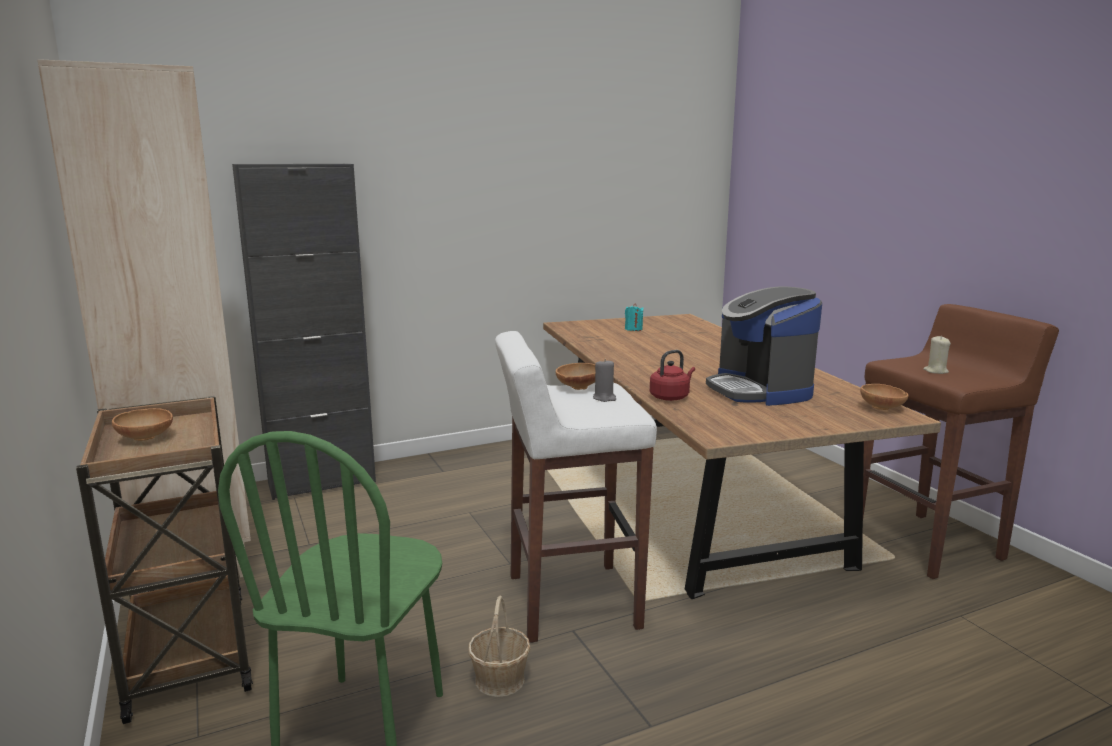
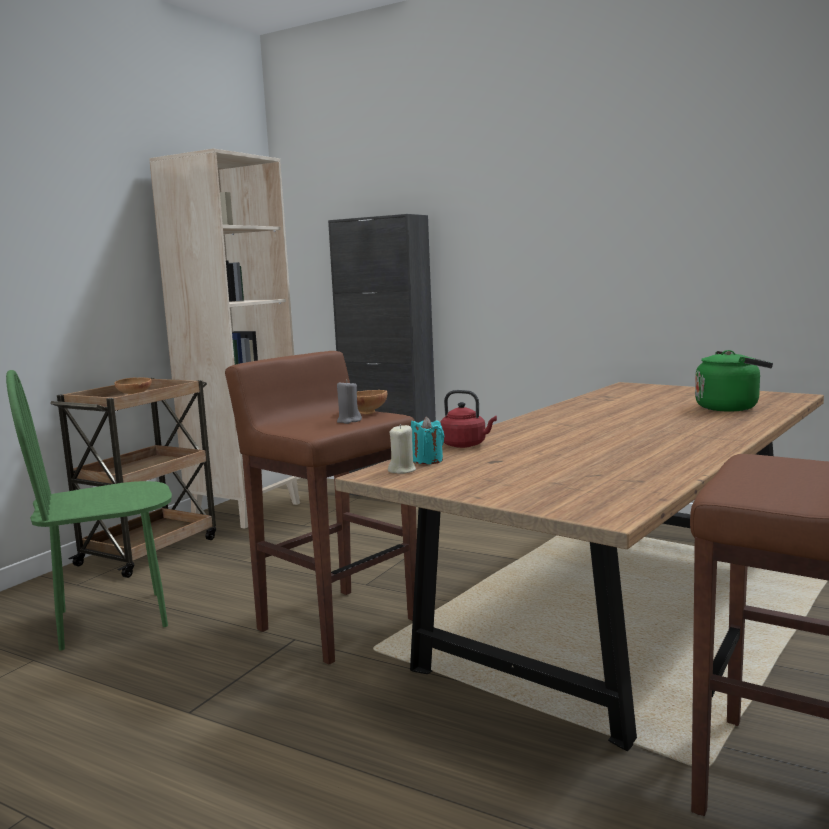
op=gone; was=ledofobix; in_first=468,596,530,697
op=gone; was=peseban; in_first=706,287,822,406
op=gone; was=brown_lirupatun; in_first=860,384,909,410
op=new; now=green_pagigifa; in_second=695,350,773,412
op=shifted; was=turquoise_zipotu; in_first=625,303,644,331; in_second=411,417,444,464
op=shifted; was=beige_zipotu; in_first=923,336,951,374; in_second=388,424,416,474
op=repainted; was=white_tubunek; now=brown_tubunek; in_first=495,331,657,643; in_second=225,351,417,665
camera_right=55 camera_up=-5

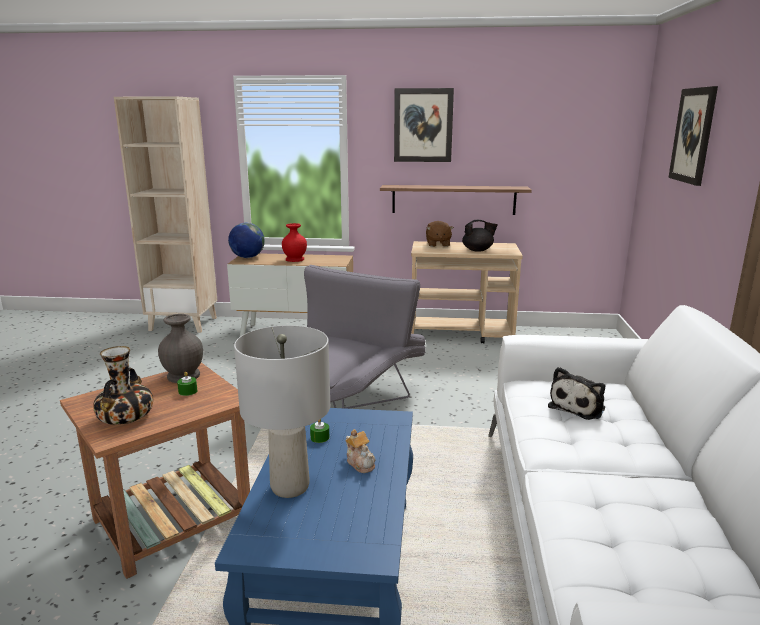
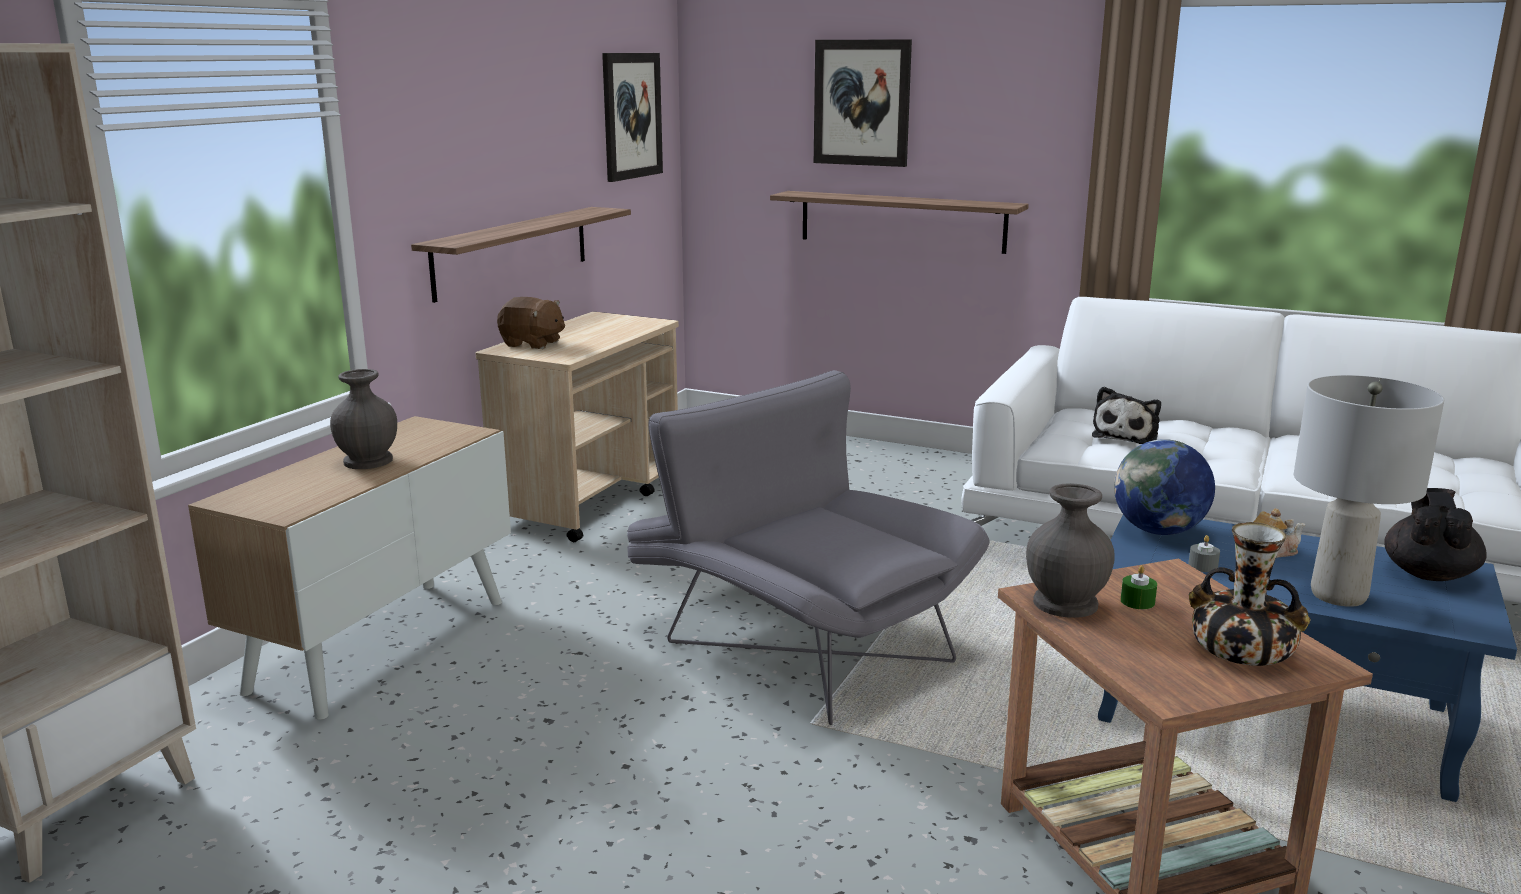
op=new; now=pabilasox; in_second=770,191,1029,254
op=shifted; was=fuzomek; in_first=228,223,265,258; in_second=1114,439,1215,535
op=shifted; was=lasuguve; in_first=394,88,454,162; in_second=602,53,663,182
op=shifted; was=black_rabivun; in_first=462,220,498,252; in_second=1384,488,1487,581
op=repainted; was=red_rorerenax; now=grey_rorerenax; in_first=282,223,307,262; in_second=330,369,397,469
op=repainted; was=green_zipotu; now=grey_zipotu; in_first=310,419,329,443; in_second=1188,535,1220,572
op=rotated; was=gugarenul; in_first=548,367,605,420; in_second=1092,387,1161,444; clockwise=60
camera_right=-70 camera_up=0

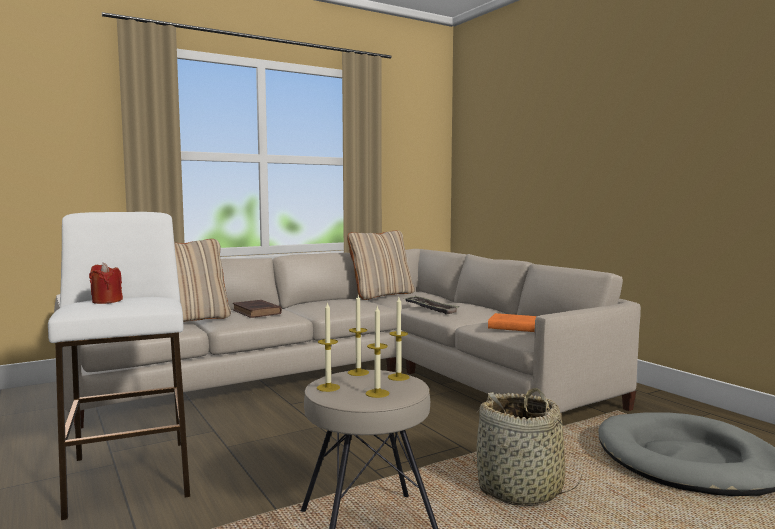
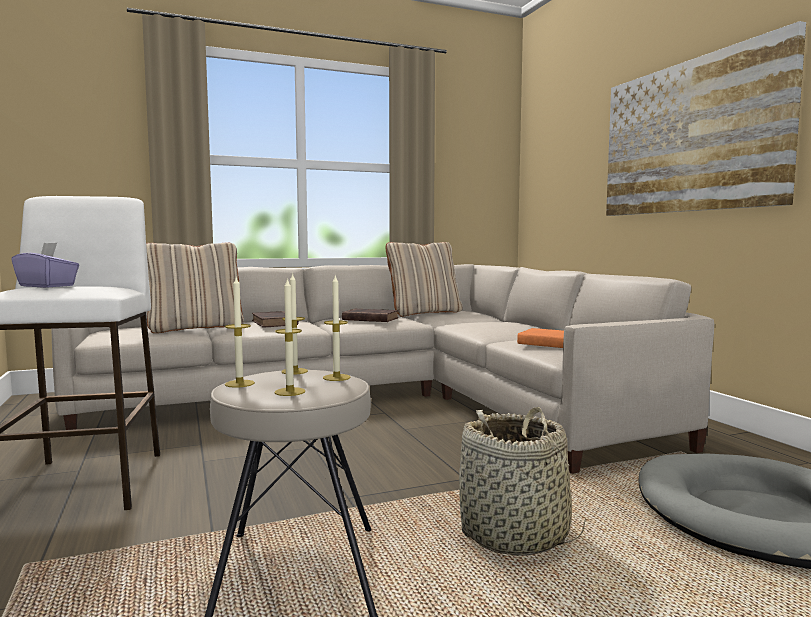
op=gone; was=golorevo; in_first=403,296,460,314
op=new; now=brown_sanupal; in_second=342,309,399,322
op=new; now=lasuguve; in_second=606,21,806,216
op=swapped; was=red_zipotu; now=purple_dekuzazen; in_first=89,263,123,304; in_second=11,243,80,288
camera_right=10 camera_up=0

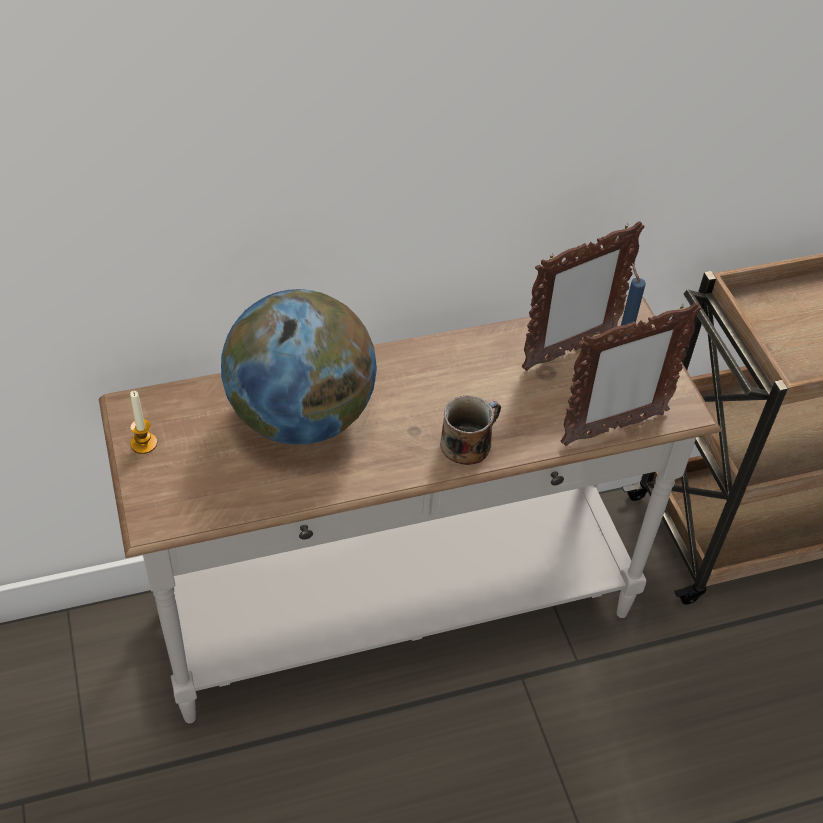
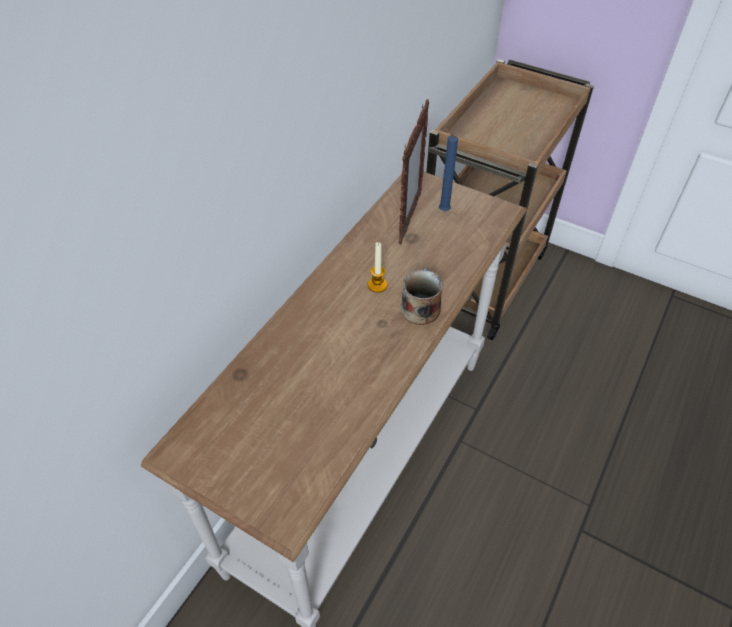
op=gone; was=fuzomek; in_first=221,289,377,445
op=gone; was=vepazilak; in_first=561,302,702,446
op=shifted; was=zipotu; in_first=130,391,157,454; in_second=368,242,387,293
camera_right=-40 camera_up=0

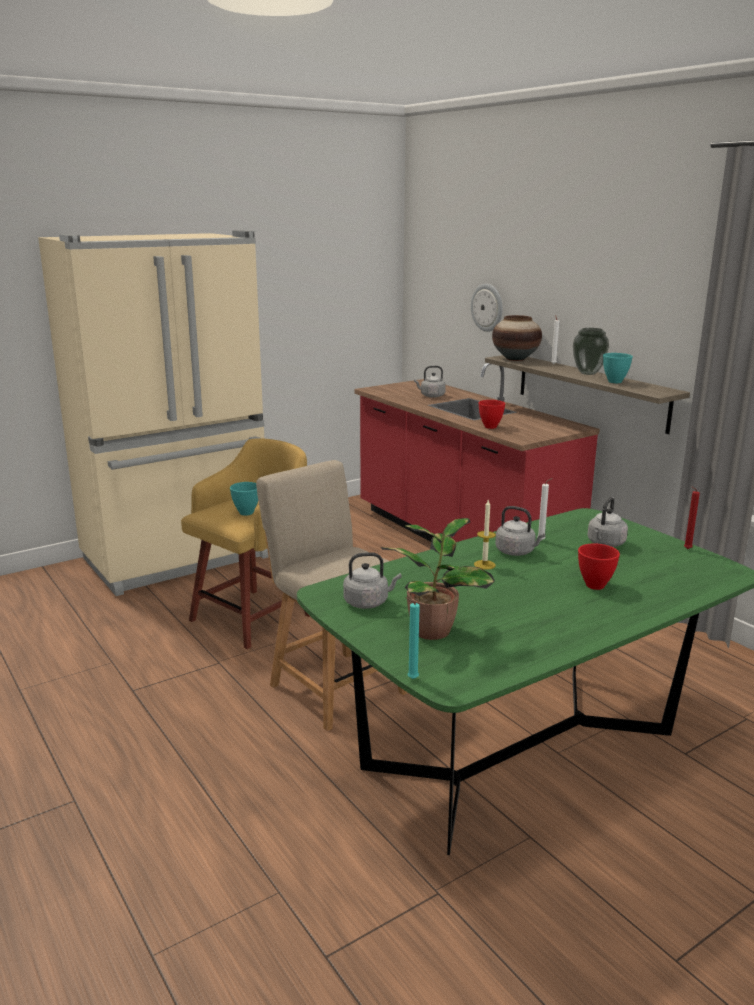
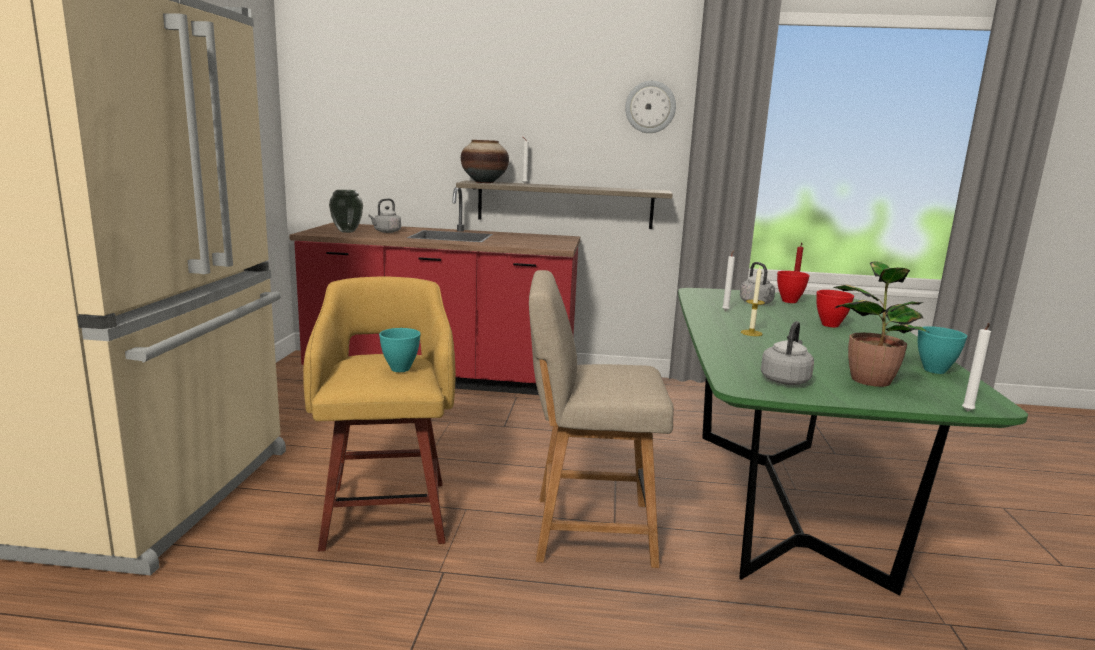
op=gone; was=grey_pagigifa; in_first=495,506,545,556
op=shifted; was=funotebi; in_first=471,284,503,332; in_second=625,81,676,133
op=shifted; was=red_lirupatun; in_first=479,400,505,429; in_second=777,271,810,303
op=shifted; was=rorerenax; in_first=573,328,609,375; in_second=329,190,363,233
op=shifted; was=turquoise_lirupatun; in_first=603,353,633,383; in_second=918,326,967,374
op=repainted; was=turquoise_zipotu; now=white_zipotu; in_first=405,597,420,679; in_second=962,323,991,411
camera_right=-50 camera_up=-5

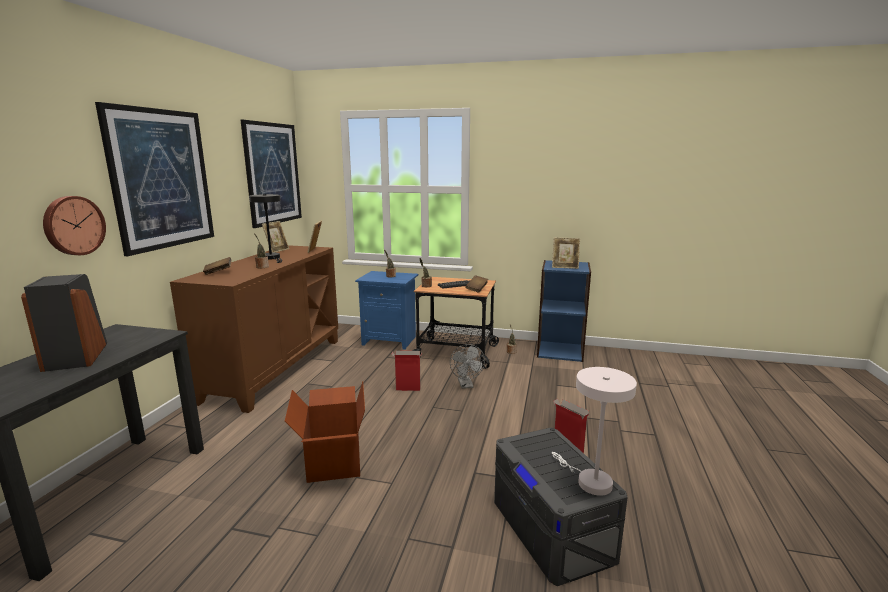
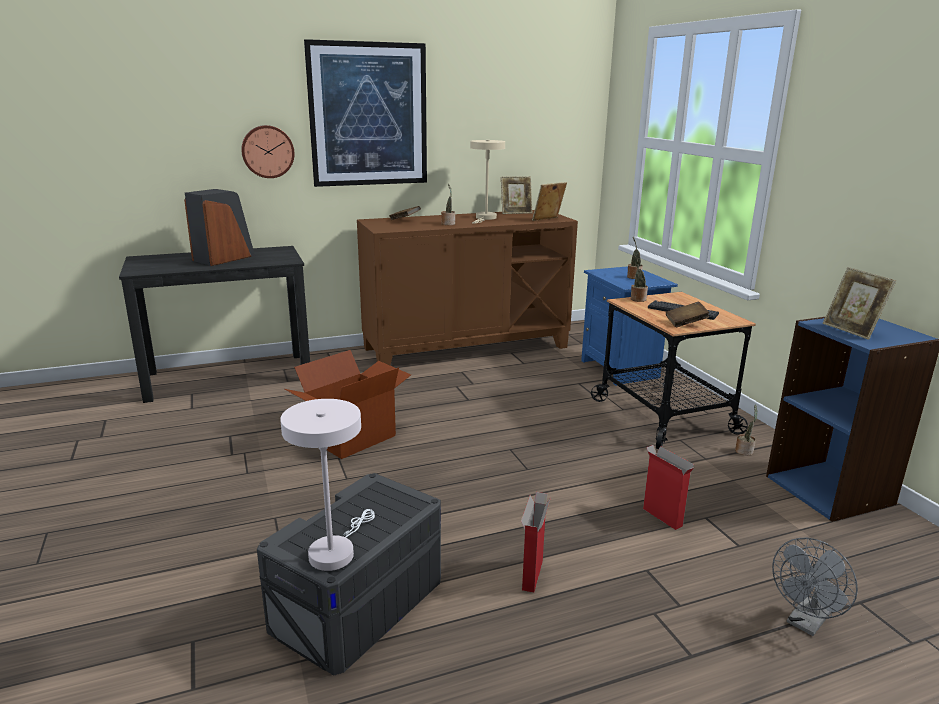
op=gone; was=lasuguve; in_first=240,120,302,228
op=shifted; was=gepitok; in_first=392,351,422,391; in_second=643,445,695,530
op=shifted; was=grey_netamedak; in_first=450,344,485,389; in_second=772,537,858,636
op=repainted; was=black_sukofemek; now=beige_sukofemek; in_first=249,194,282,263; in_second=470,140,505,224
camera_right=55 camera_up=5

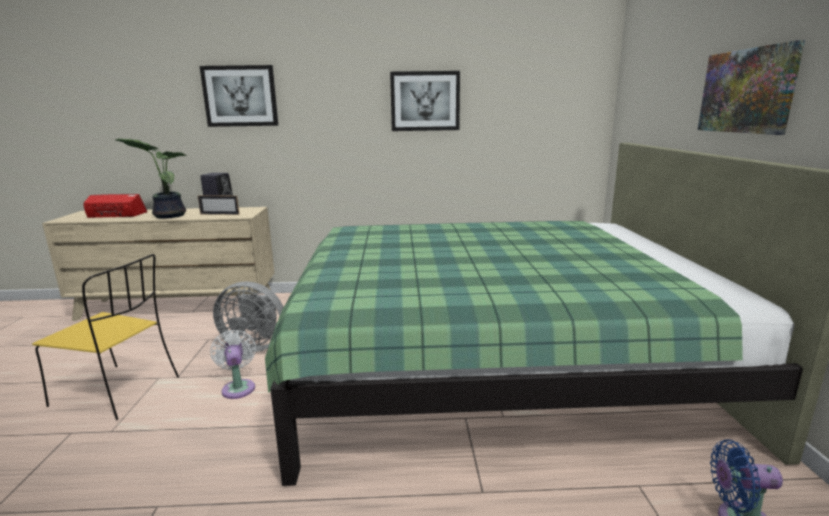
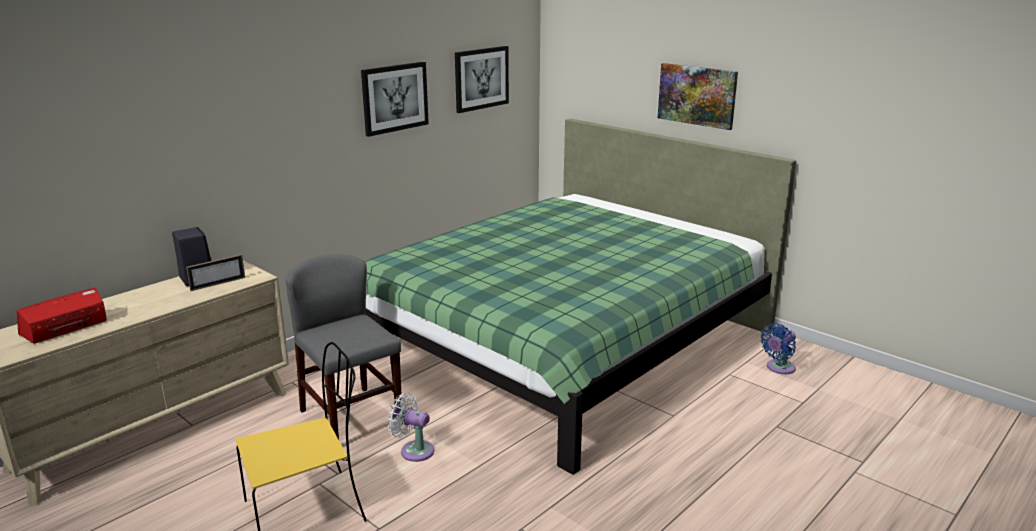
op=gone; was=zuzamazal; in_first=115,139,186,219
op=shifted; was=lasuguve; in_first=200,65,278,127; in_second=455,46,509,113
op=swapped; was=grey_netamedak; now=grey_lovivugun; in_first=213,282,284,352; in_second=286,255,403,440
camera_right=-45 camera_up=5

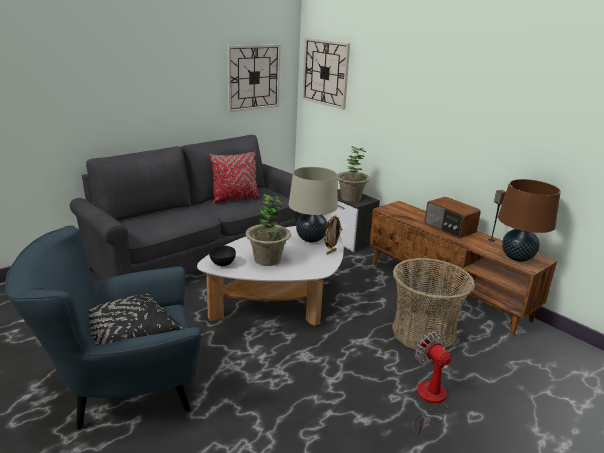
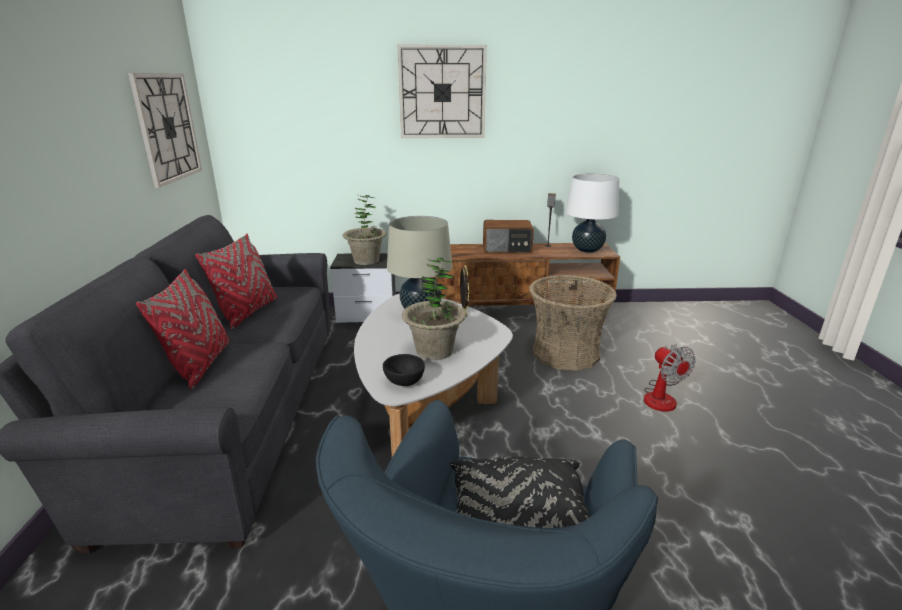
op=new; now=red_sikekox; in_second=136,269,229,390
op=shifted; was=funotebi; in_first=302,38,350,110; in_second=397,45,487,138
op=repainted; was=brown_sukofemek; now=white_sukofemek; in_first=498,179,561,262; in_second=565,174,619,253
op=rotated; was=netamedak; in_first=412,331,452,435; in_second=644,344,696,412; clockwise=-120
camera_right=-50 camera_up=0

